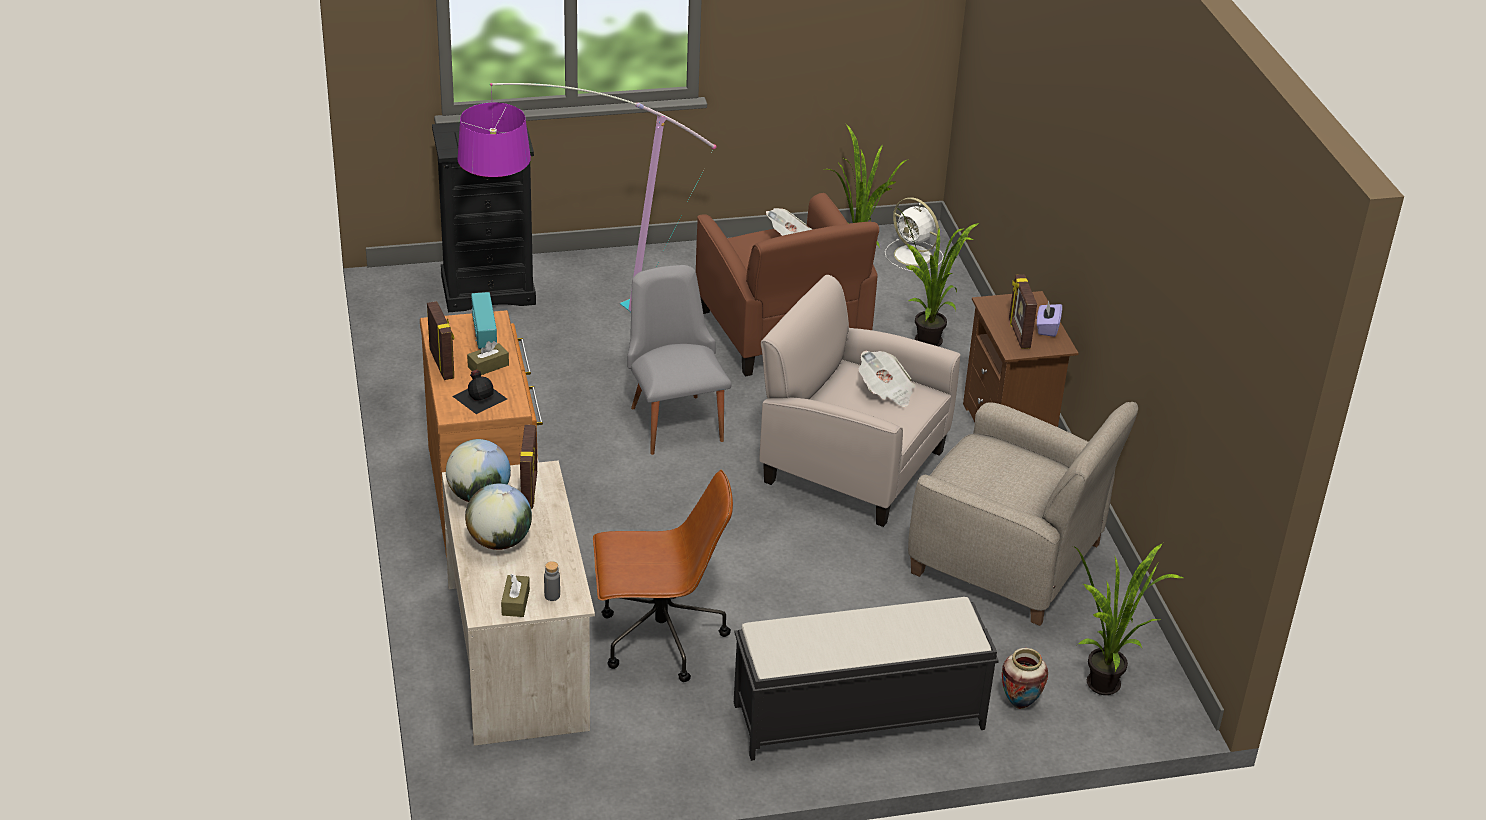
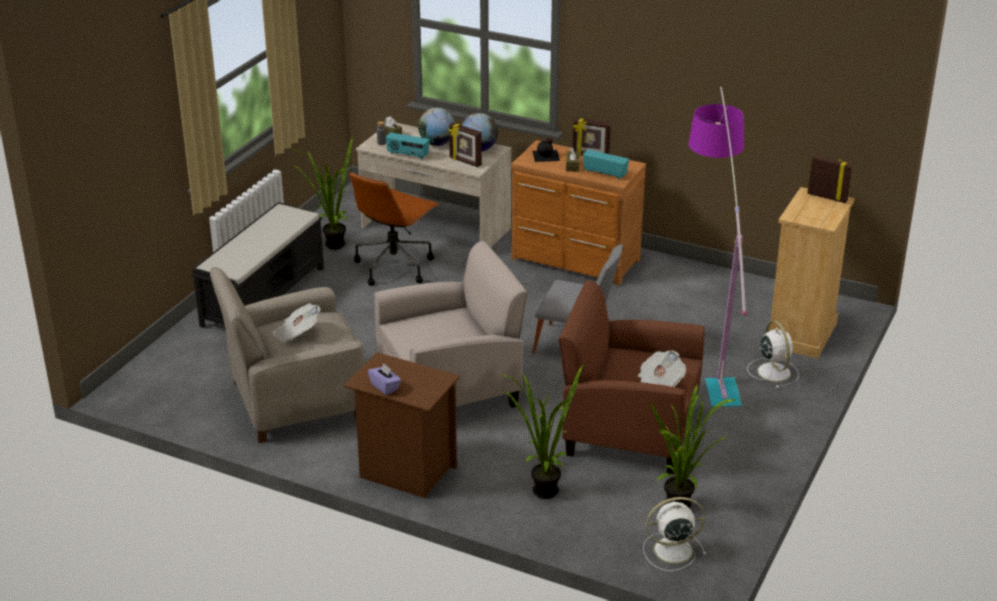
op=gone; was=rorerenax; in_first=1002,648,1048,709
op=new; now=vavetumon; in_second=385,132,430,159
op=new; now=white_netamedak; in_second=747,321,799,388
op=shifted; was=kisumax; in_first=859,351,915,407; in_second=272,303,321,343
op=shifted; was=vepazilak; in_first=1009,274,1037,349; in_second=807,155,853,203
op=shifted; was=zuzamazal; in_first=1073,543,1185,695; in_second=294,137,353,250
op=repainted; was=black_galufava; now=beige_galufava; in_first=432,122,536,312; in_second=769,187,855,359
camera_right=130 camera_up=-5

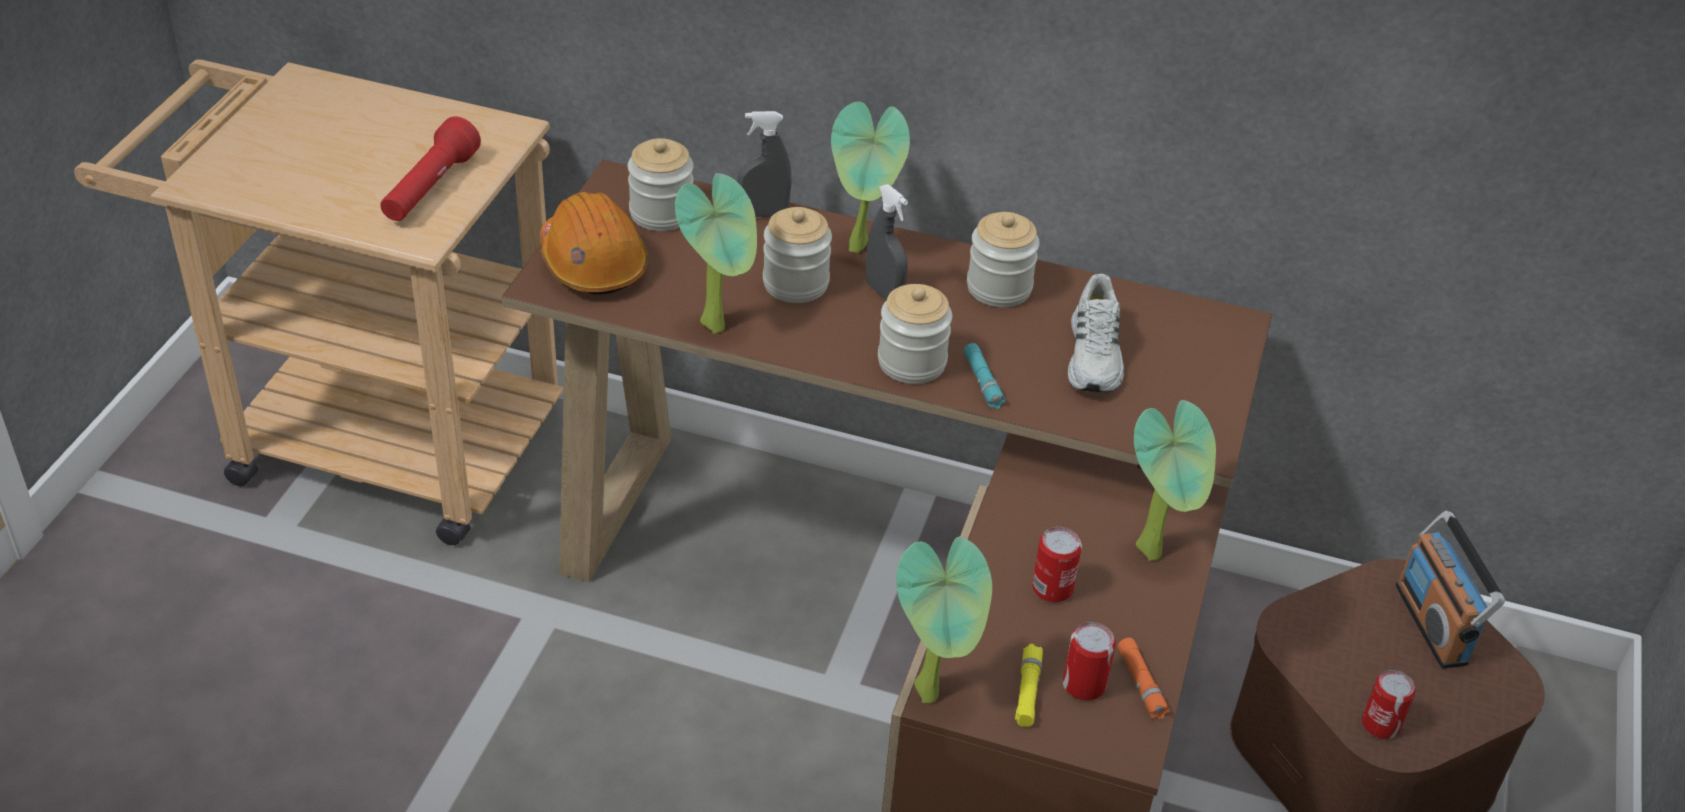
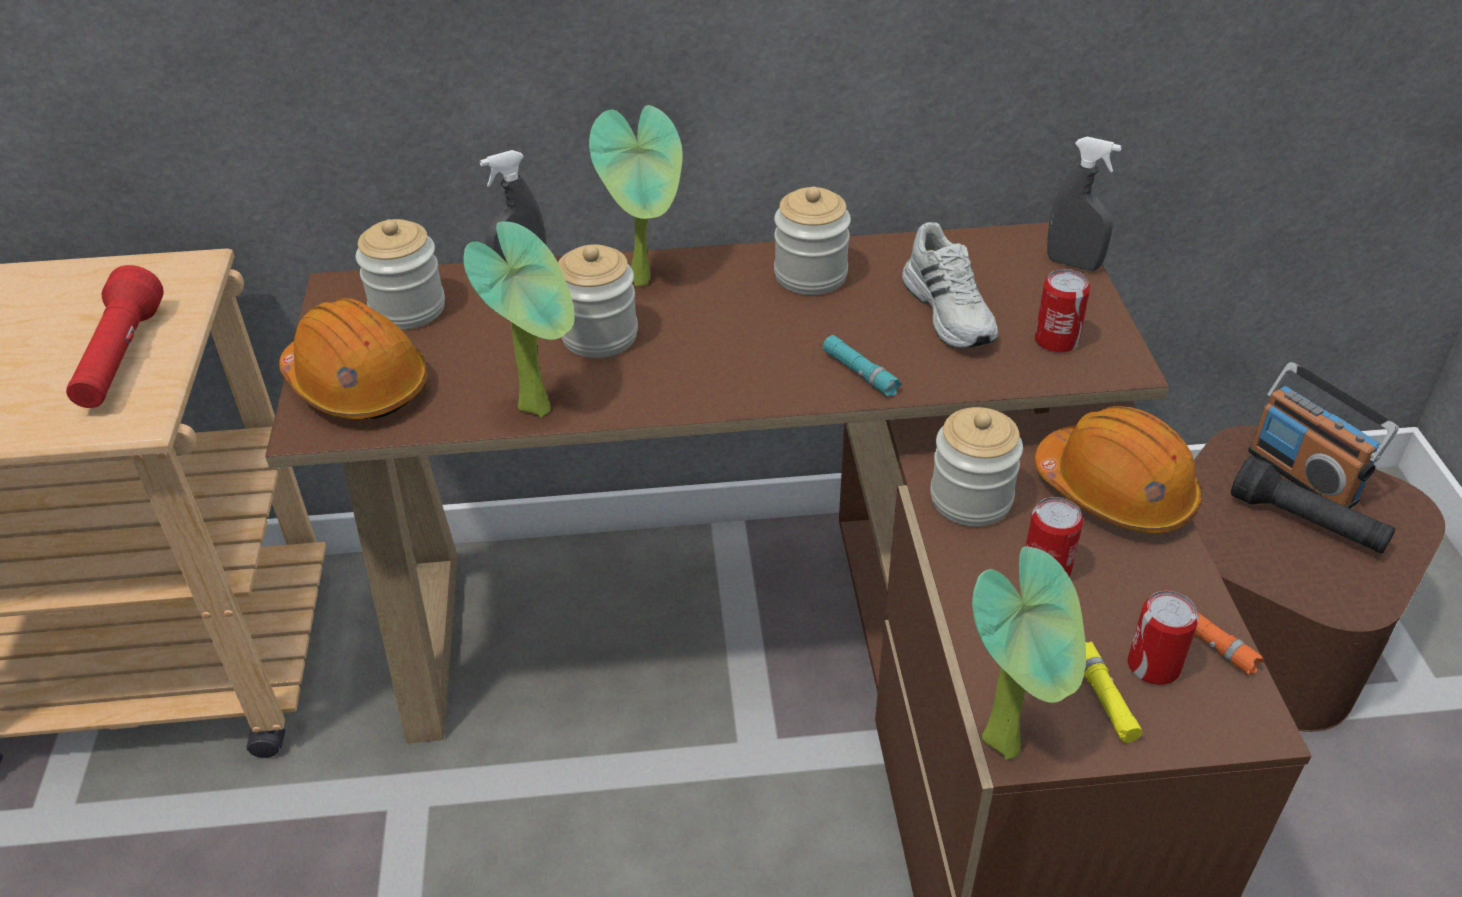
op=new; now=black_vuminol; in_second=1231,456,1395,553
op=shifted; was=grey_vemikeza; in_first=866,184,908,300; in_second=1047,137,1121,271
op=shifted; was=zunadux; in_first=878,284,952,384; in_second=930,407,1023,526
op=shifted; was=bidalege; in_first=1362,670,1416,739; in_second=1035,269,1090,353
op=swapped; was=zuzamazal; now=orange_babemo; in_first=1134,400,1216,561; in_second=1034,406,1203,533
camera_right=-20 camera_up=0

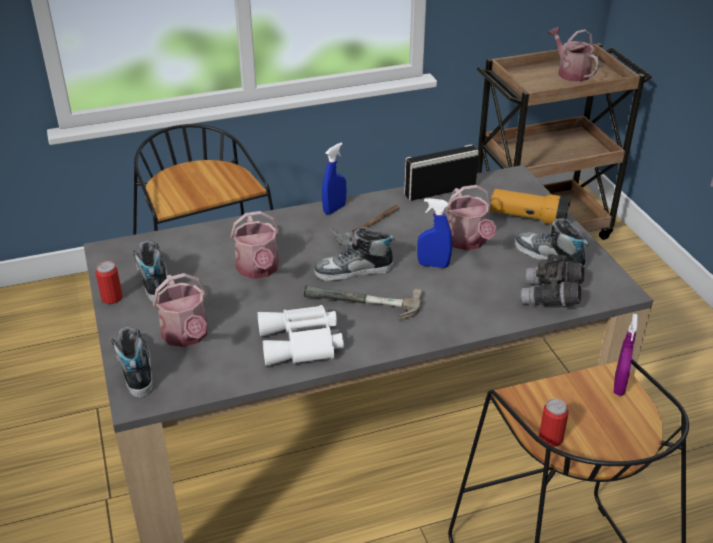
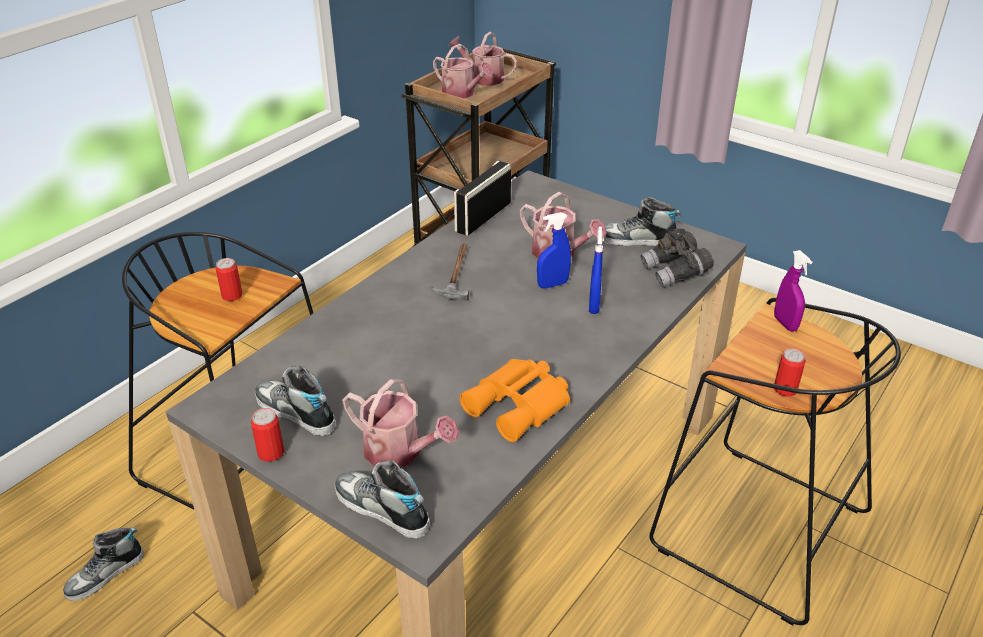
op=gone; was=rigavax; in_first=303,285,423,320
op=gone; was=vuminol; in_first=490,189,571,225
op=new; now=bidalege; in_second=215,258,243,301
op=shifted; was=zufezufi; in_first=230,211,279,279; in_second=433,44,494,98
op=shifted; was=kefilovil; in_first=314,227,395,281; in_second=63,527,144,601
op=shifted; was=blue_vemikeza; in_first=322,142,347,214; in_second=589,226,603,314
op=repainted; was=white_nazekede; now=orange_nazekede; in_first=257,305,344,366; in_second=460,359,570,442
camera_right=-35 camera_up=0

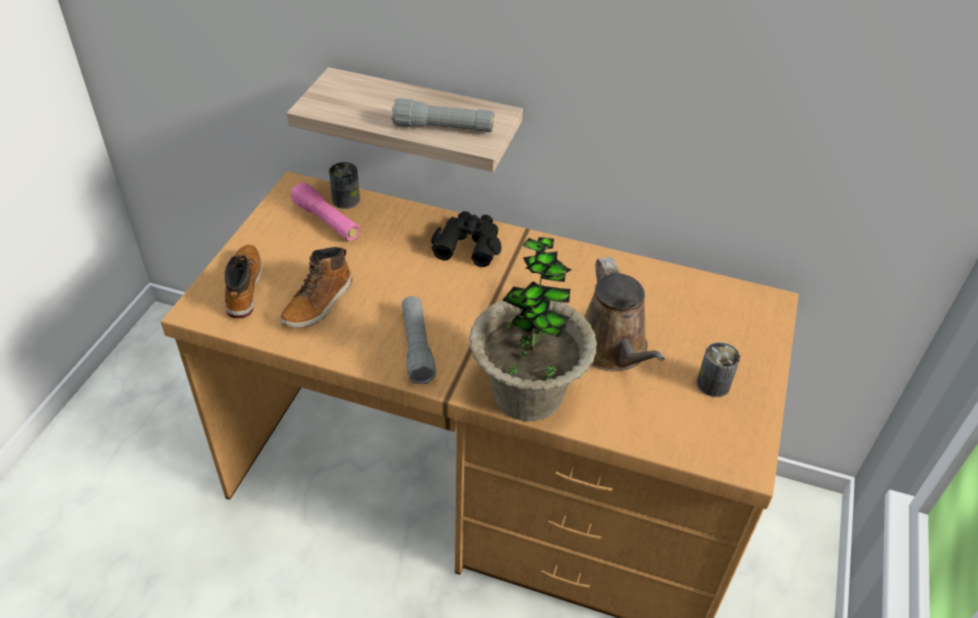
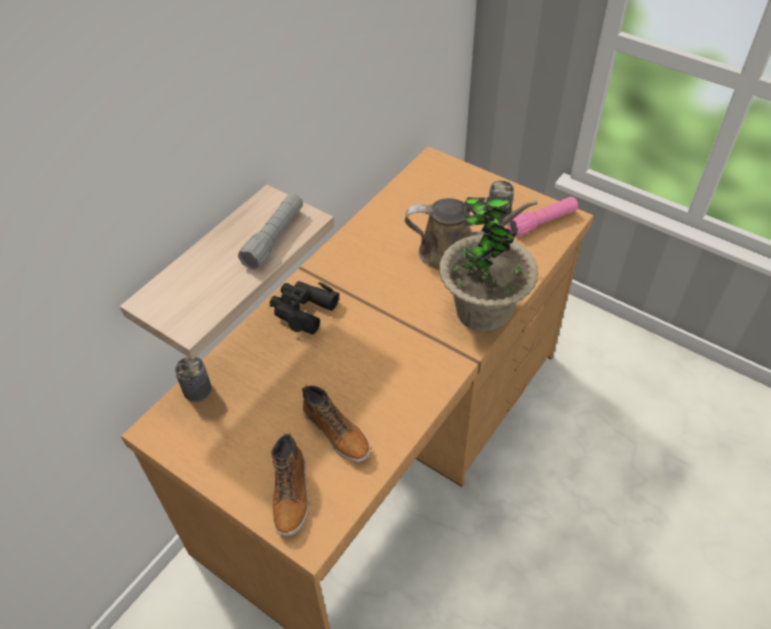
op=gone; was=grey_vuminol; in_first=402,296,436,384
op=shifted; was=pink_vuminol; in_first=291,182,360,241; in_second=508,197,578,237
op=rotated; was=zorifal; in_first=225,245,262,318; in_second=271,433,309,536; clockwise=-105
camera_right=-70 camera_up=5

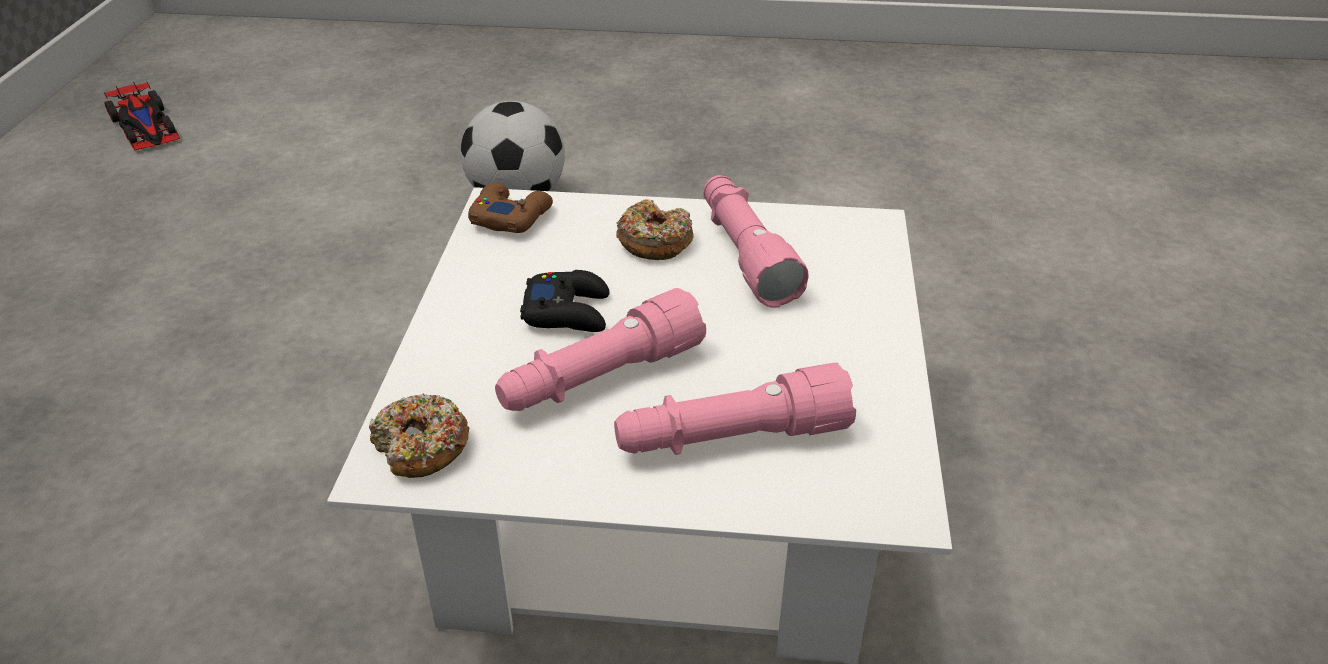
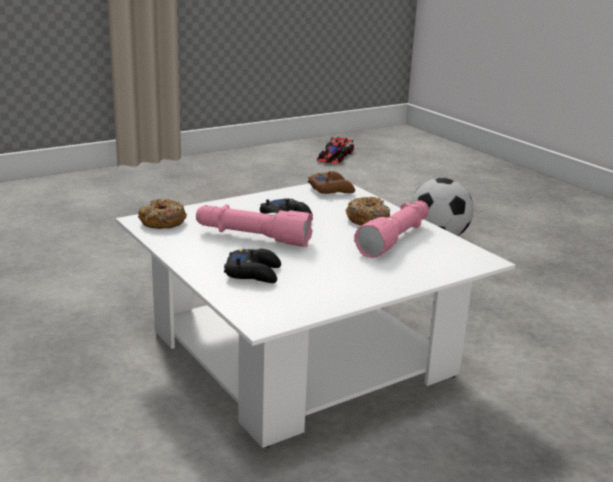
op=swapped; was=pink_vuminol; now=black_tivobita; in_first=614,363,856,455; in_second=224,249,281,283
camera_right=50 camera_up=-15

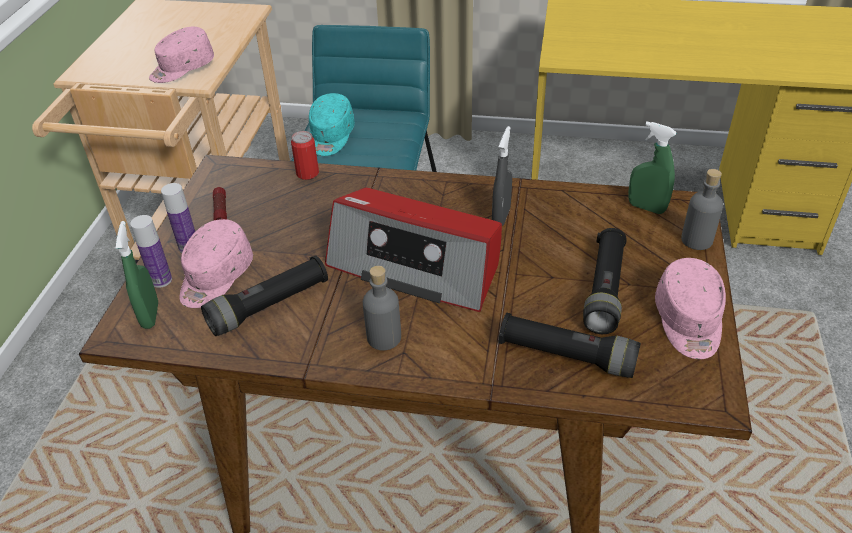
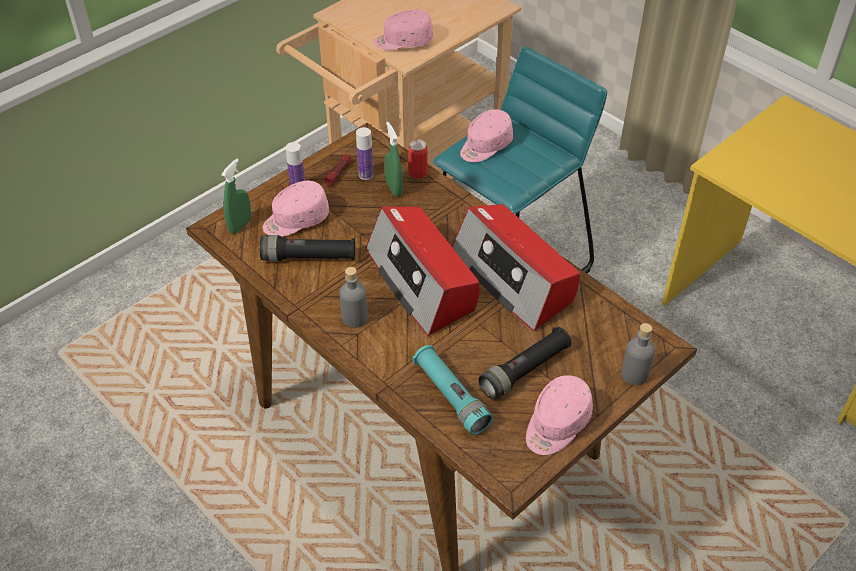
op=shifted; was=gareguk; in_first=130,215,172,288; in_second=356,127,374,180
op=shifted; was=green_vemikeza; in_first=629,121,676,214; in_second=384,122,403,197
op=swapped; was=grey_vemikeza; now=vavetumon; in_first=492,126,512,226; in_second=452,204,580,331
op=repainted; was=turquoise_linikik; now=pink_linikik; in_first=309,93,355,156; in_second=460,109,513,162
op=repainted; was=black_vuminol; now=turquoise_vuminol; in_first=499,313,641,378; in_second=412,345,493,435
camera_right=35 camera_up=5

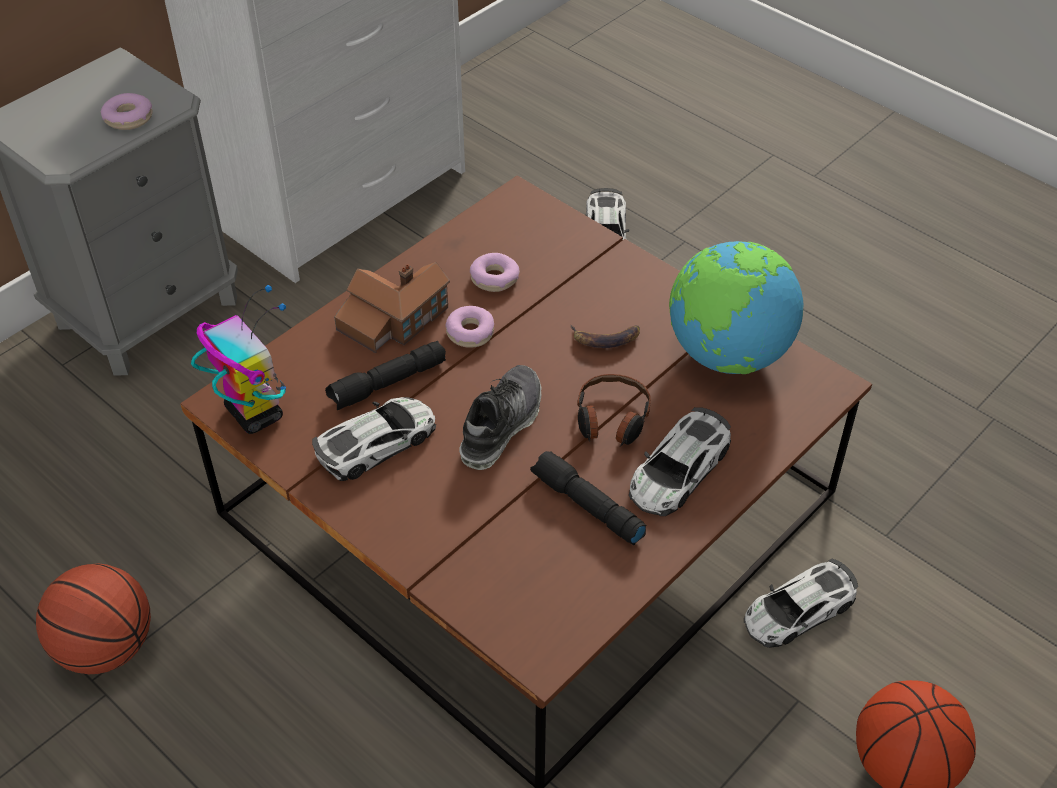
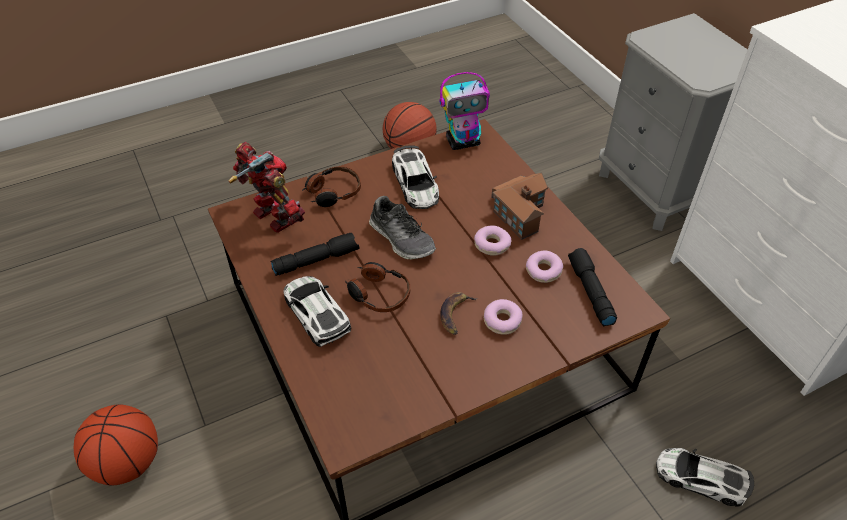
op=gone; was=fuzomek; in_first=669,241,803,374
op=gone; was=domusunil; in_first=744,559,858,648
op=new; now=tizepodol; in_second=229,142,305,233
op=new; now=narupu; in_second=302,166,361,207
op=shifted; was=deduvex; in_first=101,93,152,130; in_second=484,299,522,335
op=shifted; was=black_vuminol; in_first=325,341,446,410; in_second=568,248,617,326
camera_right=110 camera_up=0

